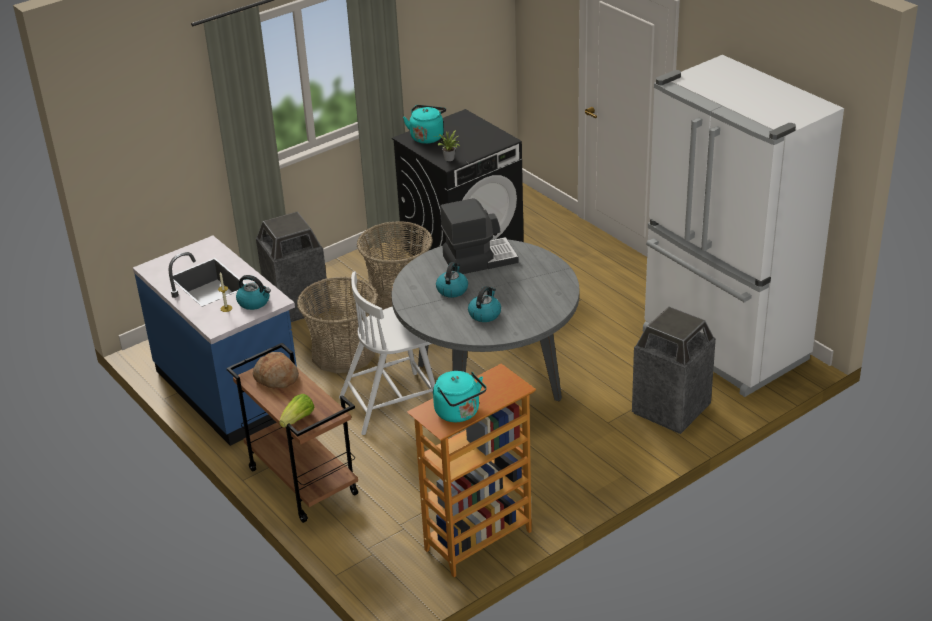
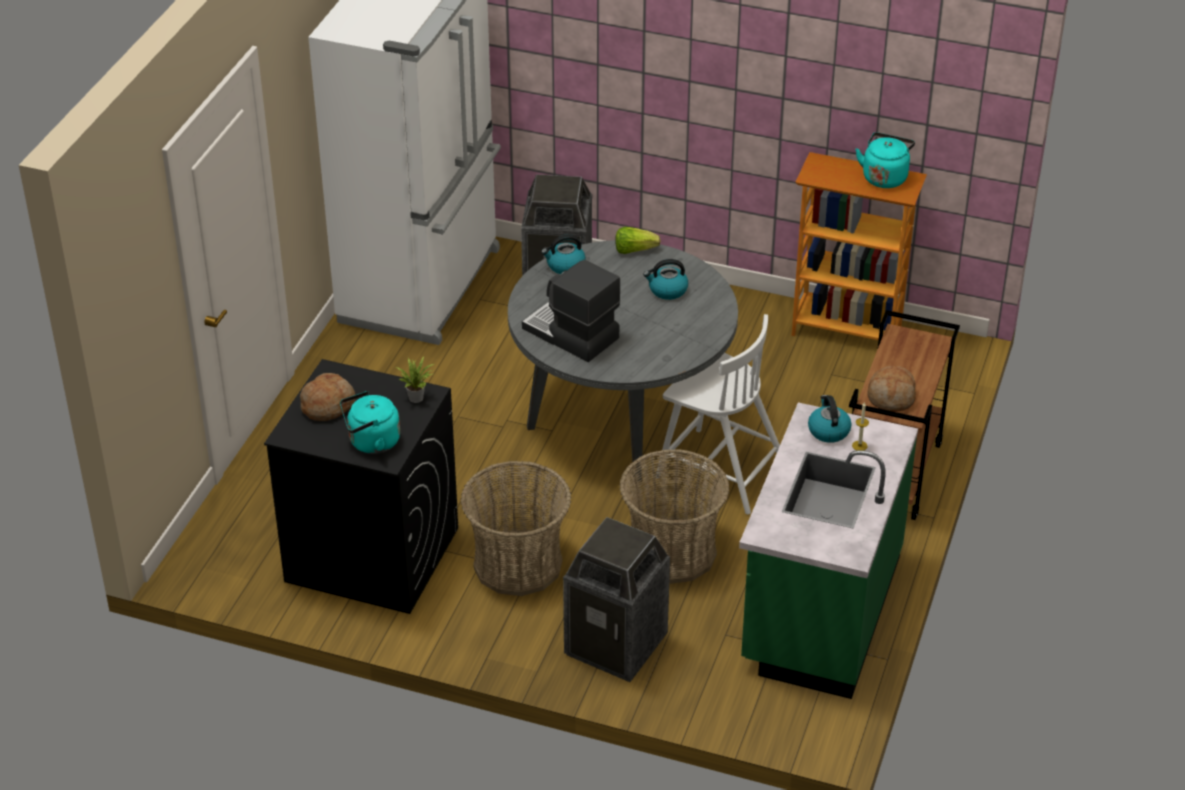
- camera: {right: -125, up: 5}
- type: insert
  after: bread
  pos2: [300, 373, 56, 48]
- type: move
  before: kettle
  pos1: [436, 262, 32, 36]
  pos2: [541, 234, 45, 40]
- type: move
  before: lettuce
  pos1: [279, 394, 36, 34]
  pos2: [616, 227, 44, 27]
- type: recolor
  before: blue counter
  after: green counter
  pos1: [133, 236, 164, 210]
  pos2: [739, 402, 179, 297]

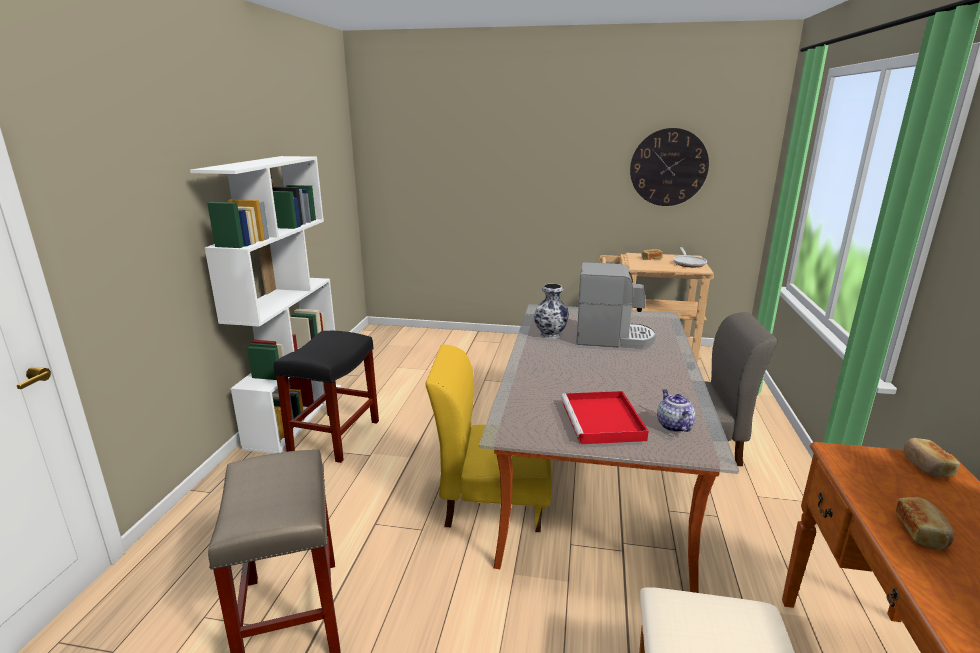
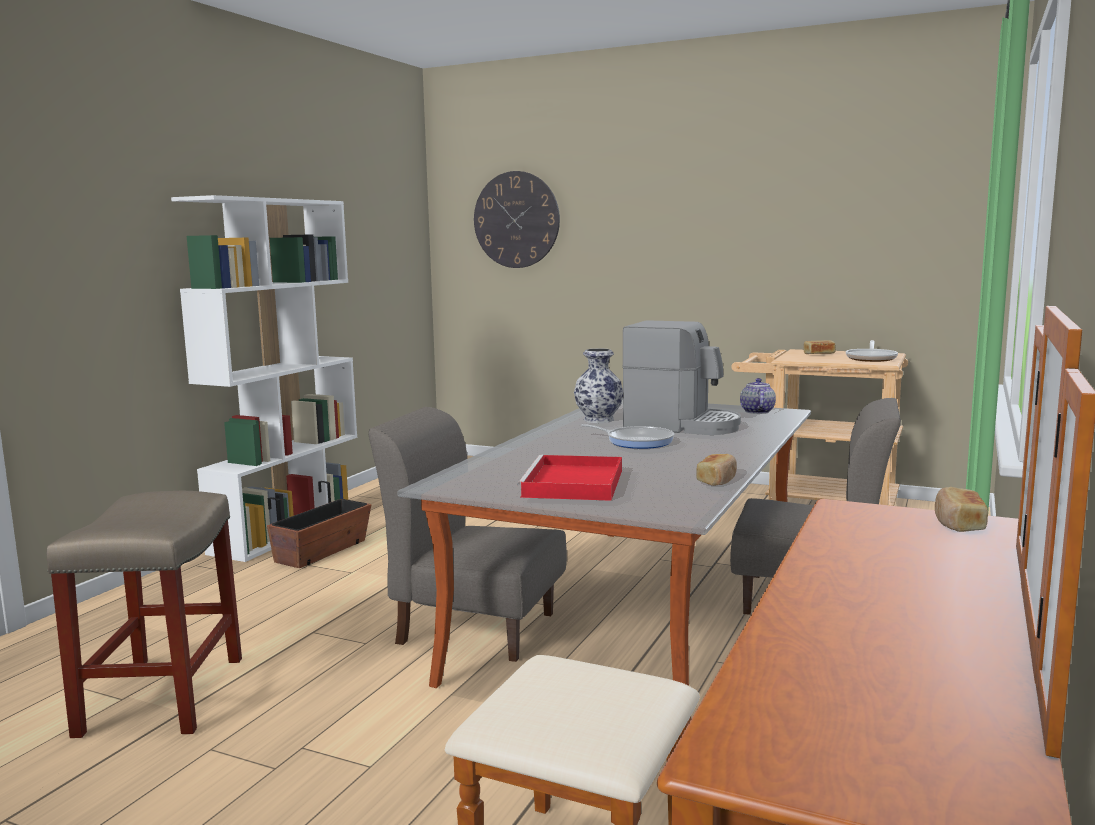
- camera: {right: 15, up: -10}
- type: replace
  before: black stool
  after: planter
  pos1: [274, 331, 105, 132]
  pos2: [267, 481, 104, 87]
- type: recolor
  before: yellow chair
  after: grey chair
  pos1: [426, 344, 126, 188]
  pos2: [369, 407, 198, 255]
- type: move
  before: wall clock
  pos1: [630, 128, 79, 78]
  pos2: [474, 171, 86, 97]
- type: insert
  after: frying pan
  pos2: [581, 424, 93, 25]
- type: move
  before: bread
  pos1: [895, 497, 59, 53]
  pos2: [696, 454, 41, 32]
- type: move
  before: teapot
  pos1: [657, 390, 38, 42]
  pos2: [740, 378, 36, 36]

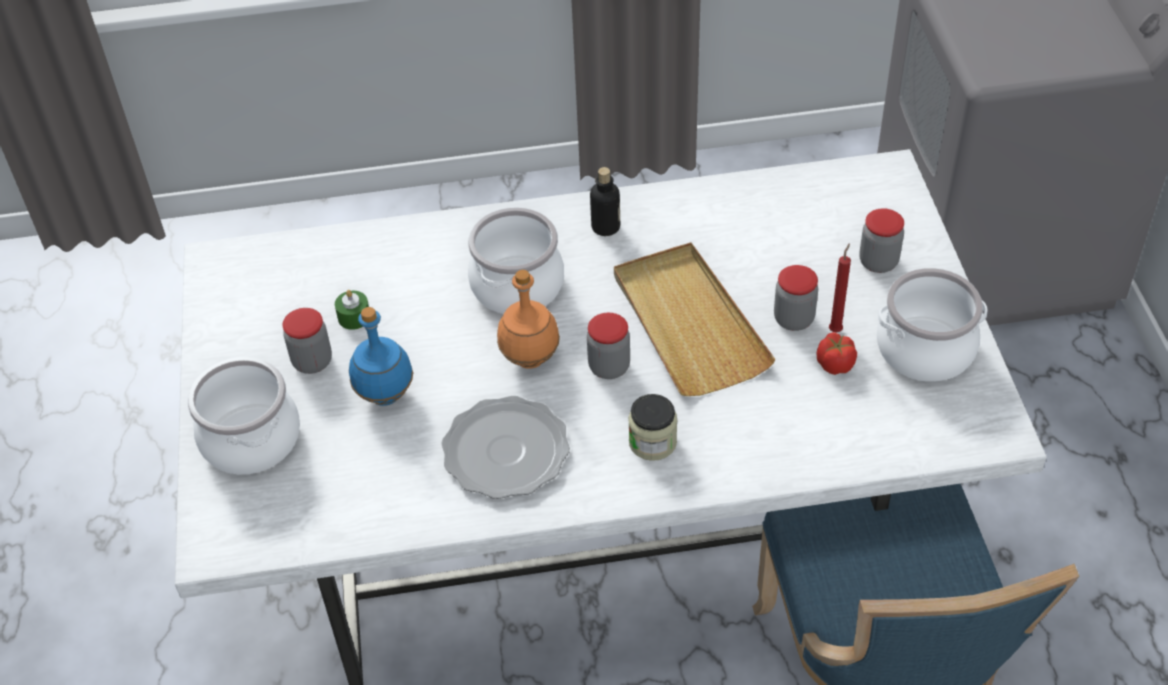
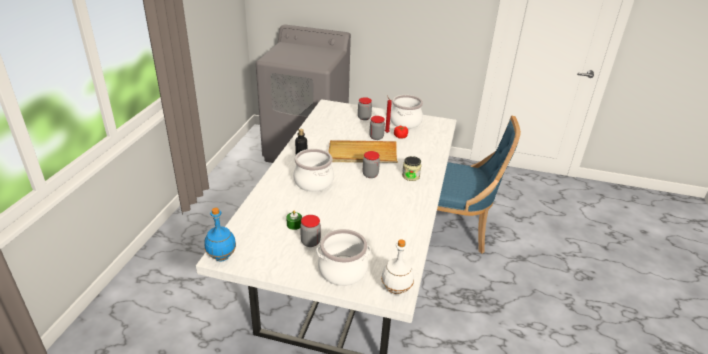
- camera: {right: -70, up: -15}
- type: move
  before: blue bottle
  pos1: [349, 307, 64, 99]
  pos2: [204, 207, 32, 54]
- type: insert
  after: white bottle
  pos2: [381, 239, 33, 56]
- type: delete
  before: plate
  pos1: [441, 396, 129, 103]
- type: delete
  before: orange bottle
  pos1: [497, 270, 63, 99]

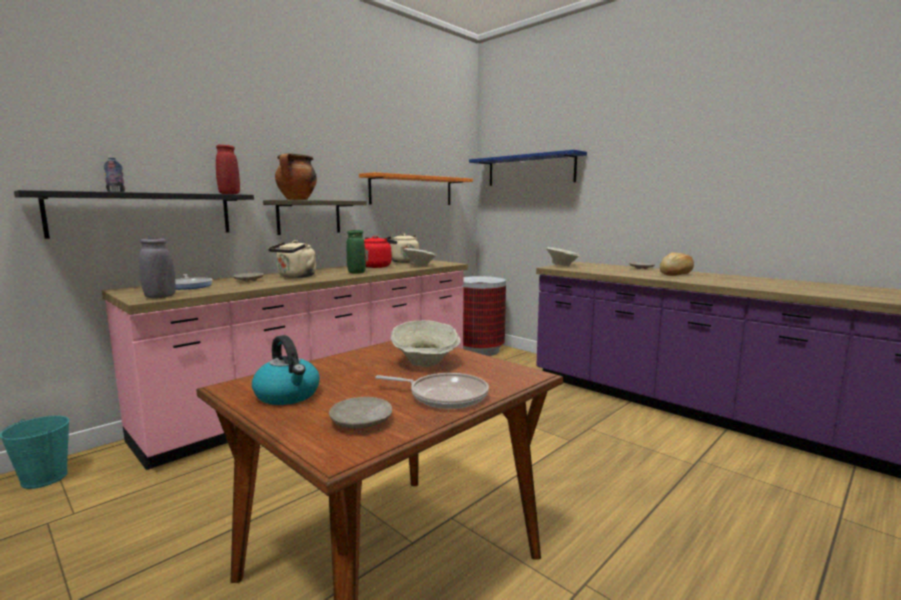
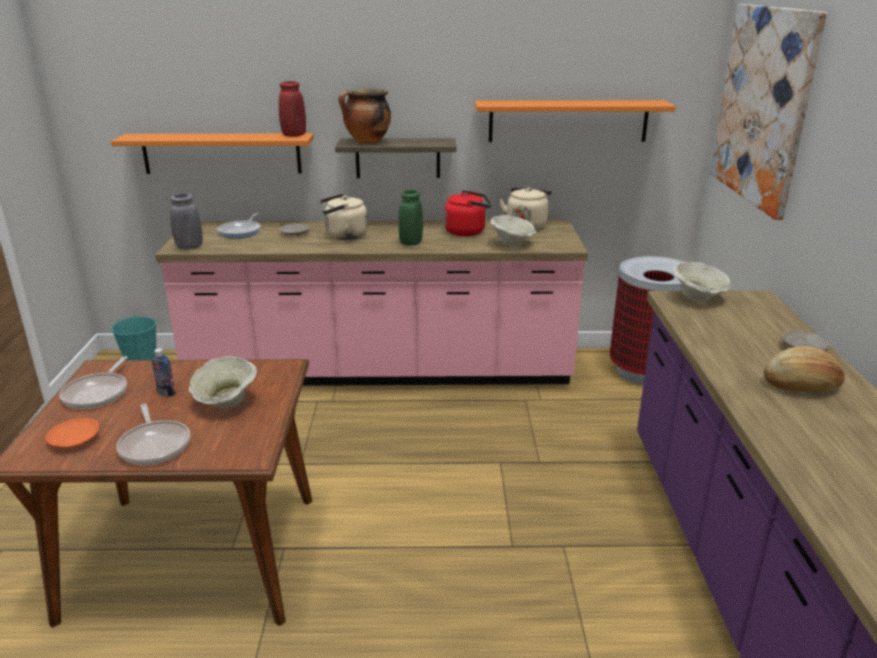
- camera: {right: 45, up: 15}
- type: recolor
  before: beige plate
  after: orange plate
  pos1: [329, 397, 63, 32]
  pos2: [46, 418, 53, 31]
- type: replace
  before: kettle
  after: frying pan
  pos1: [252, 335, 68, 70]
  pos2: [59, 356, 69, 53]
- type: recolor
  before: black shelf
  after: orange shelf
  pos1: [14, 190, 240, 49]
  pos2: [111, 133, 203, 41]
- type: move
  before: bottle
  pos1: [103, 154, 22, 38]
  pos2: [152, 348, 24, 49]
- type: replace
  before: blue shelf
  after: picture
  pos1: [469, 150, 118, 36]
  pos2: [710, 4, 117, 216]

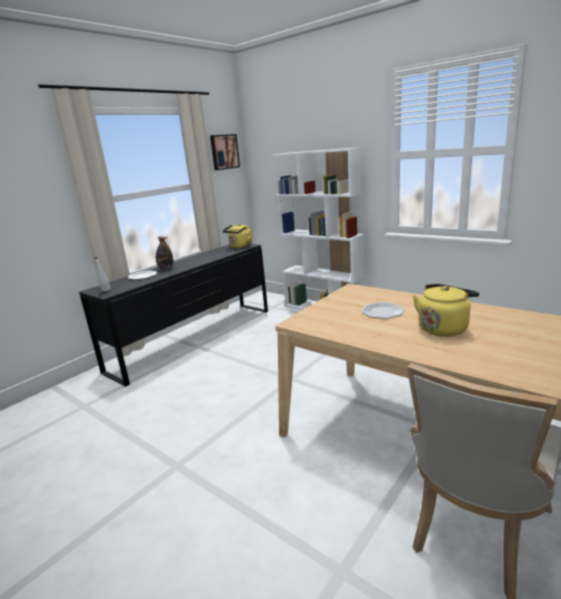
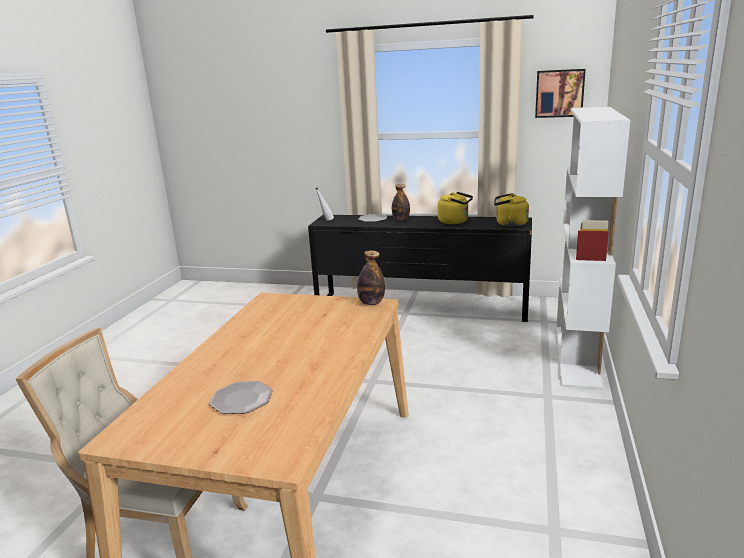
- camera: {right: 65, up: 0}
- type: move
  before: plate
  pos1: [361, 302, 44, 17]
  pos2: [209, 381, 64, 33]
- type: insert
  after: bottle
  pos2: [357, 250, 28, 55]
- type: move
  before: yellow kettle
  pos1: [413, 284, 66, 53]
  pos2: [438, 192, 35, 32]

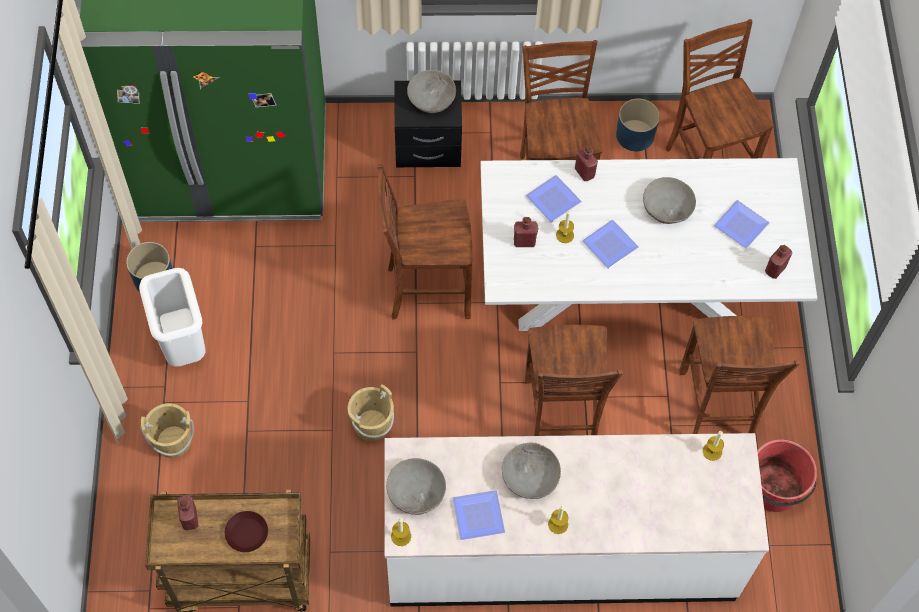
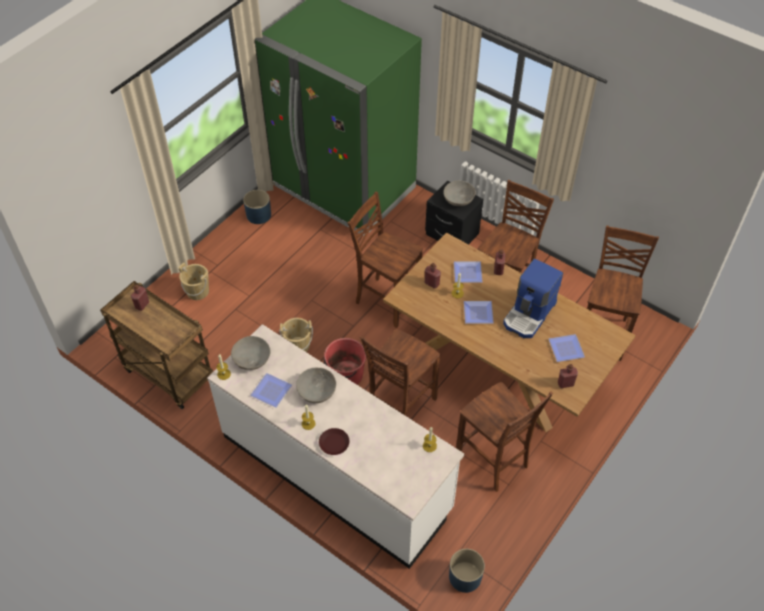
- camera: {right: 40, up: -10}
- type: move
  before: brown plate
  pos1: [225, 511, 43, 41]
  pos2: [319, 428, 30, 27]
- type: move
  before: red bucket
  pos1: [757, 439, 60, 73]
  pos2: [324, 338, 42, 46]
- type: recolor
  before: white dining table
  after: brown dining table
  pos1: [480, 158, 337, 173]
  pos2: [383, 233, 253, 199]
- type: move
  before: blue planter
  pos1: [616, 98, 44, 53]
  pos2: [449, 549, 36, 44]
- type: rotate
  before: brown chair
  pos1: [679, 316, 121, 118]
  pos2: [456, 382, 97, 110]
  turn: -75
- type: replace
  before: grey bowl
  after: coffee machine
  pos1: [643, 177, 53, 47]
  pos2: [503, 258, 60, 80]
- type: delete
  before: white trash can
  pos1: [139, 268, 67, 99]

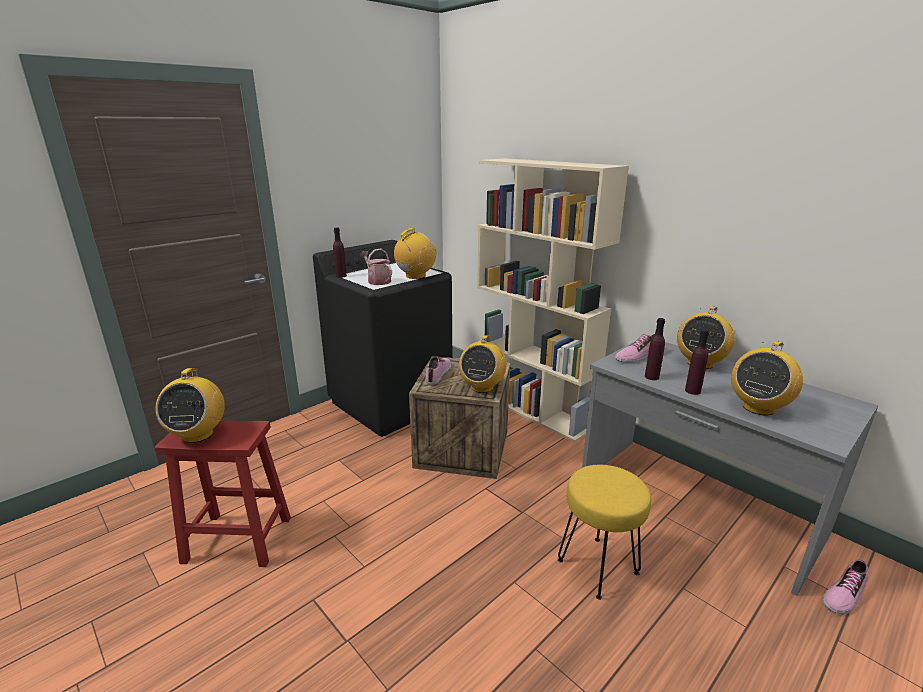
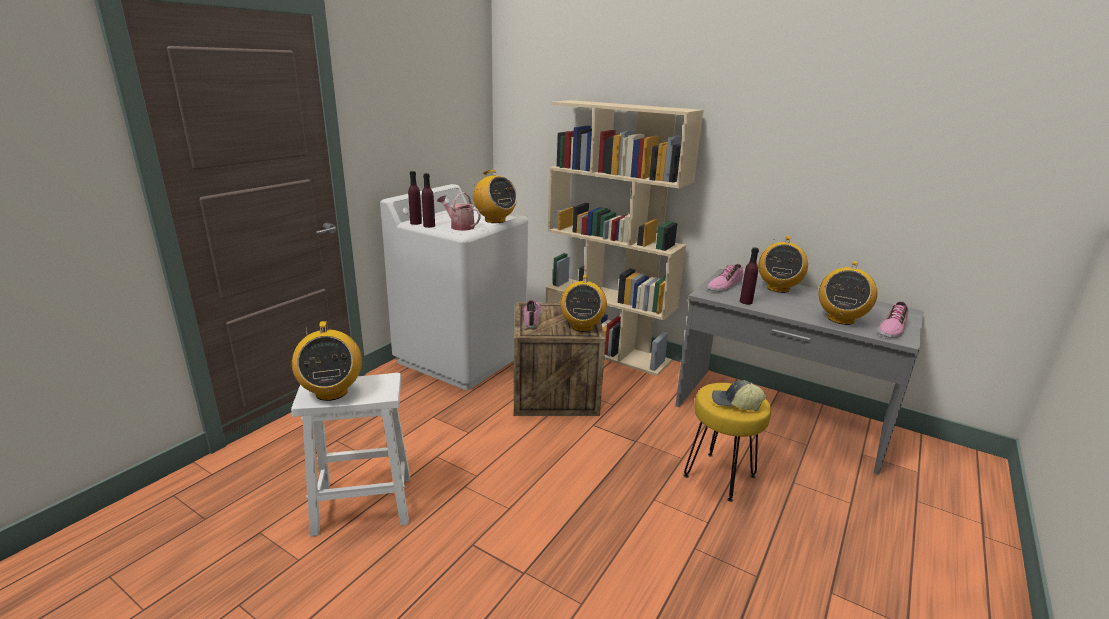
- camera: {right: -15, up: 0}
- type: recolor
  before: red stool
  after: white stool
  pos1: [155, 421, 136, 146]
  pos2: [291, 373, 119, 163]
- type: recolor
  before: black washing machine
  after: white washing machine
  pos1: [313, 240, 139, 197]
  pos2: [380, 184, 148, 206]
- type: move
  before: purple bottle
  pos1: [685, 329, 24, 66]
  pos2: [422, 173, 13, 55]
- type: rotate
  before: radio
  pos1: [394, 228, 43, 51]
  pos2: [471, 170, 46, 53]
  turn: 105
- type: insert
  after: cap
  pos2: [712, 380, 54, 31]
- type: move
  before: shoe
  pos1: [823, 560, 46, 54]
  pos2: [877, 301, 31, 37]

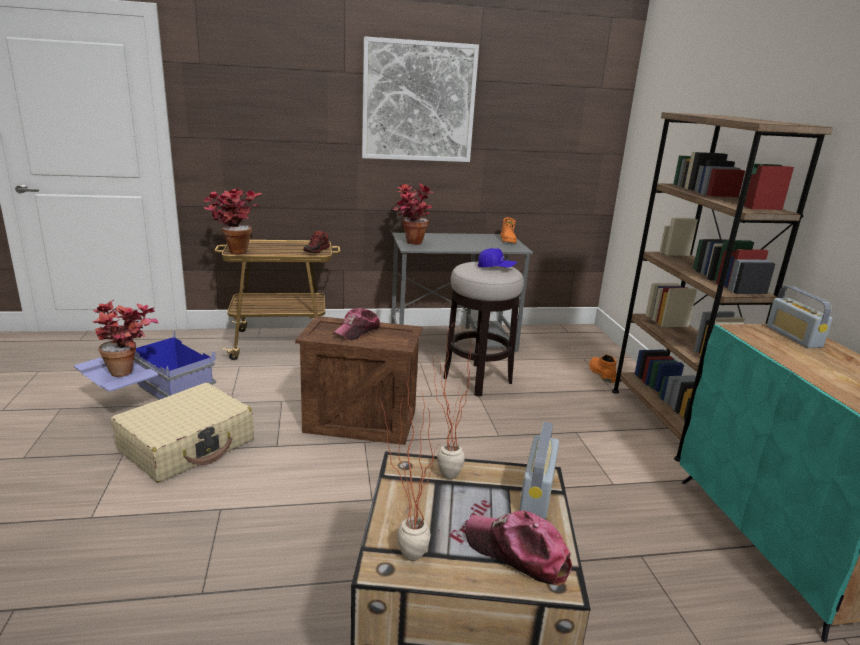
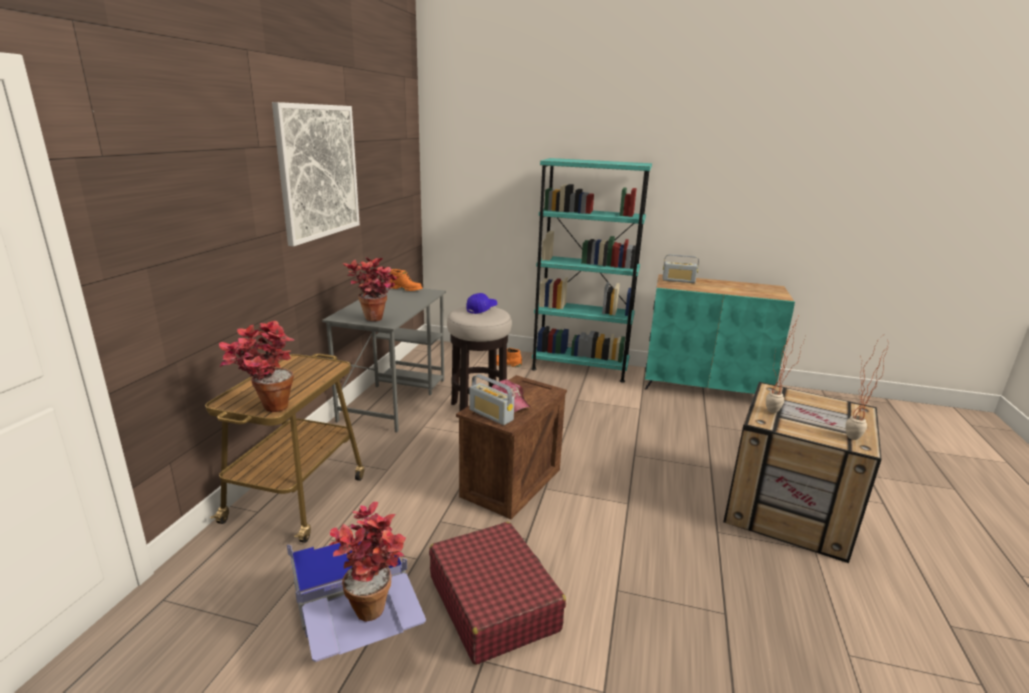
- camera: {right: -65, up: 0}
- type: recolor
  before: beige suitcase
  after: red suitcase
  pos1: [111, 383, 143, 99]
  pos2: [429, 522, 137, 143]
- type: move
  before: radio
  pos1: [519, 422, 40, 97]
  pos2: [470, 374, 44, 51]
- type: recolor
  before: brown bookcase
  after: turquoise bookcase
  pos1: [612, 112, 221, 350]
  pos2: [531, 158, 121, 225]
- type: delete
  before: shoe
  pos1: [303, 231, 27, 22]
- type: delete
  before: cap
  pos1: [465, 510, 107, 76]

